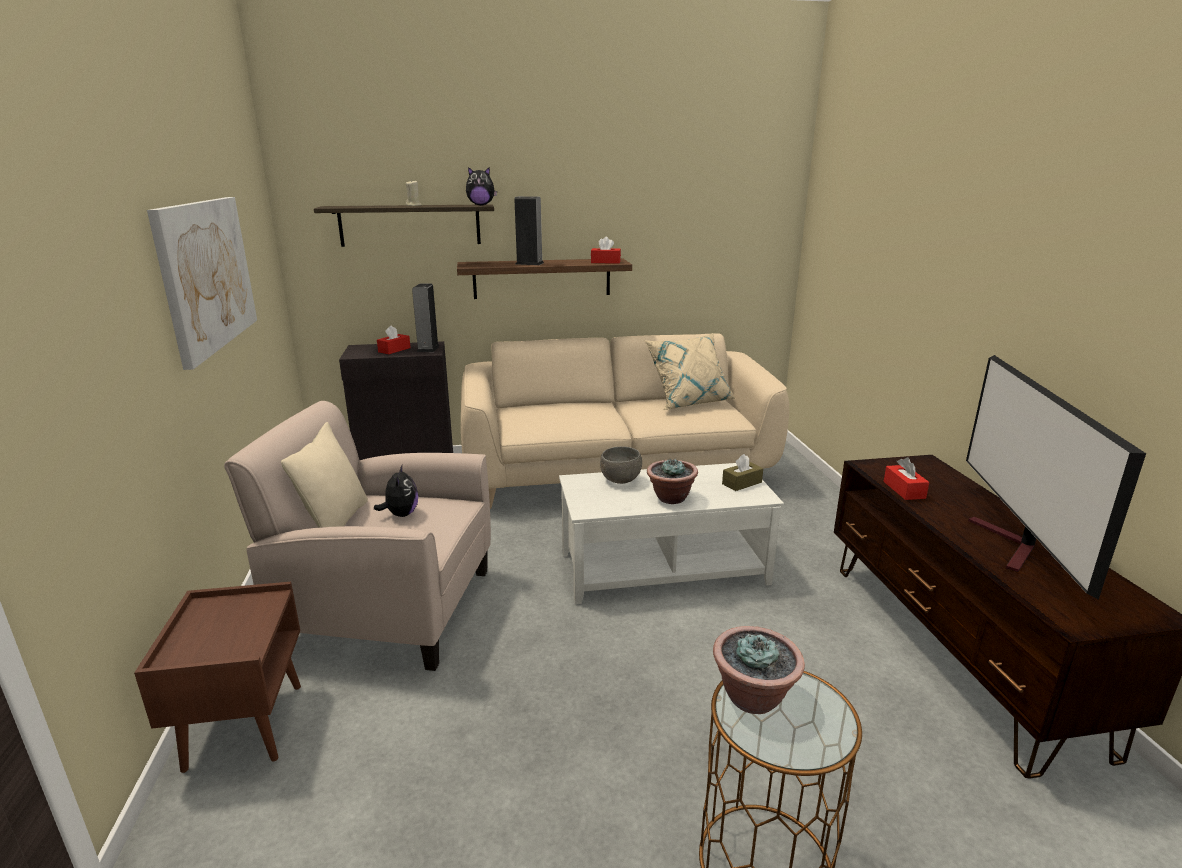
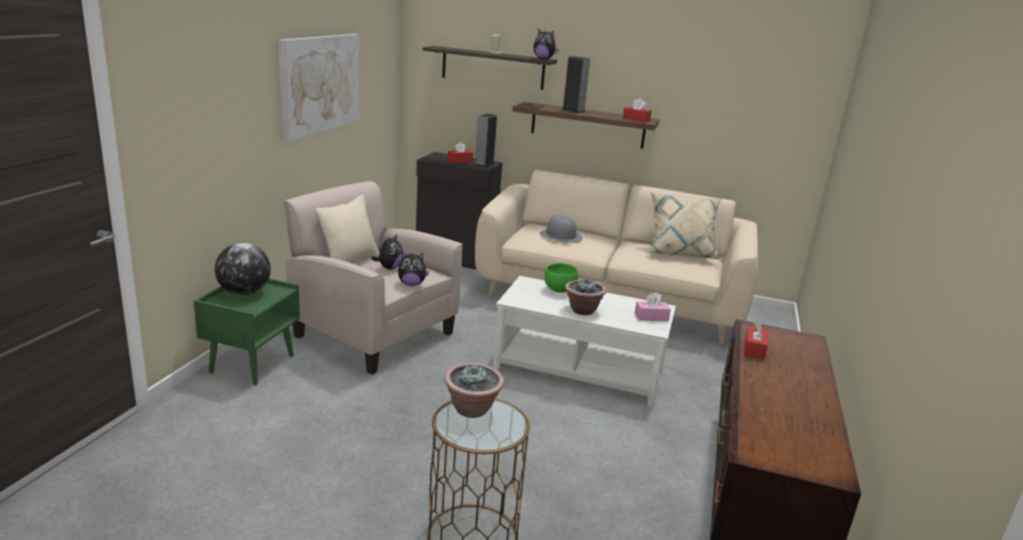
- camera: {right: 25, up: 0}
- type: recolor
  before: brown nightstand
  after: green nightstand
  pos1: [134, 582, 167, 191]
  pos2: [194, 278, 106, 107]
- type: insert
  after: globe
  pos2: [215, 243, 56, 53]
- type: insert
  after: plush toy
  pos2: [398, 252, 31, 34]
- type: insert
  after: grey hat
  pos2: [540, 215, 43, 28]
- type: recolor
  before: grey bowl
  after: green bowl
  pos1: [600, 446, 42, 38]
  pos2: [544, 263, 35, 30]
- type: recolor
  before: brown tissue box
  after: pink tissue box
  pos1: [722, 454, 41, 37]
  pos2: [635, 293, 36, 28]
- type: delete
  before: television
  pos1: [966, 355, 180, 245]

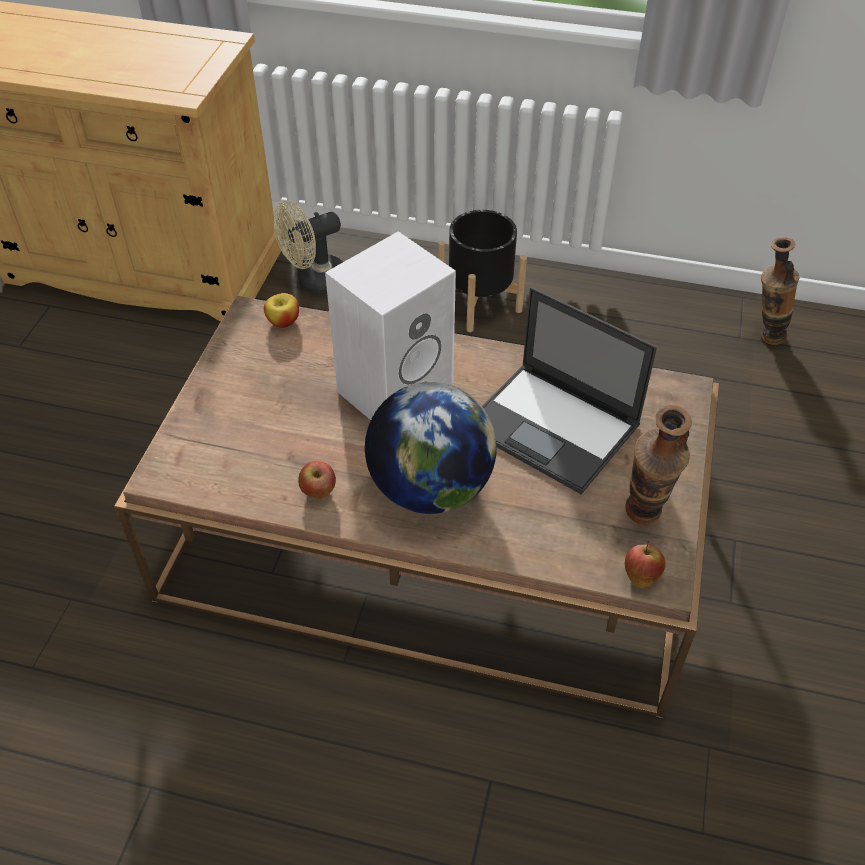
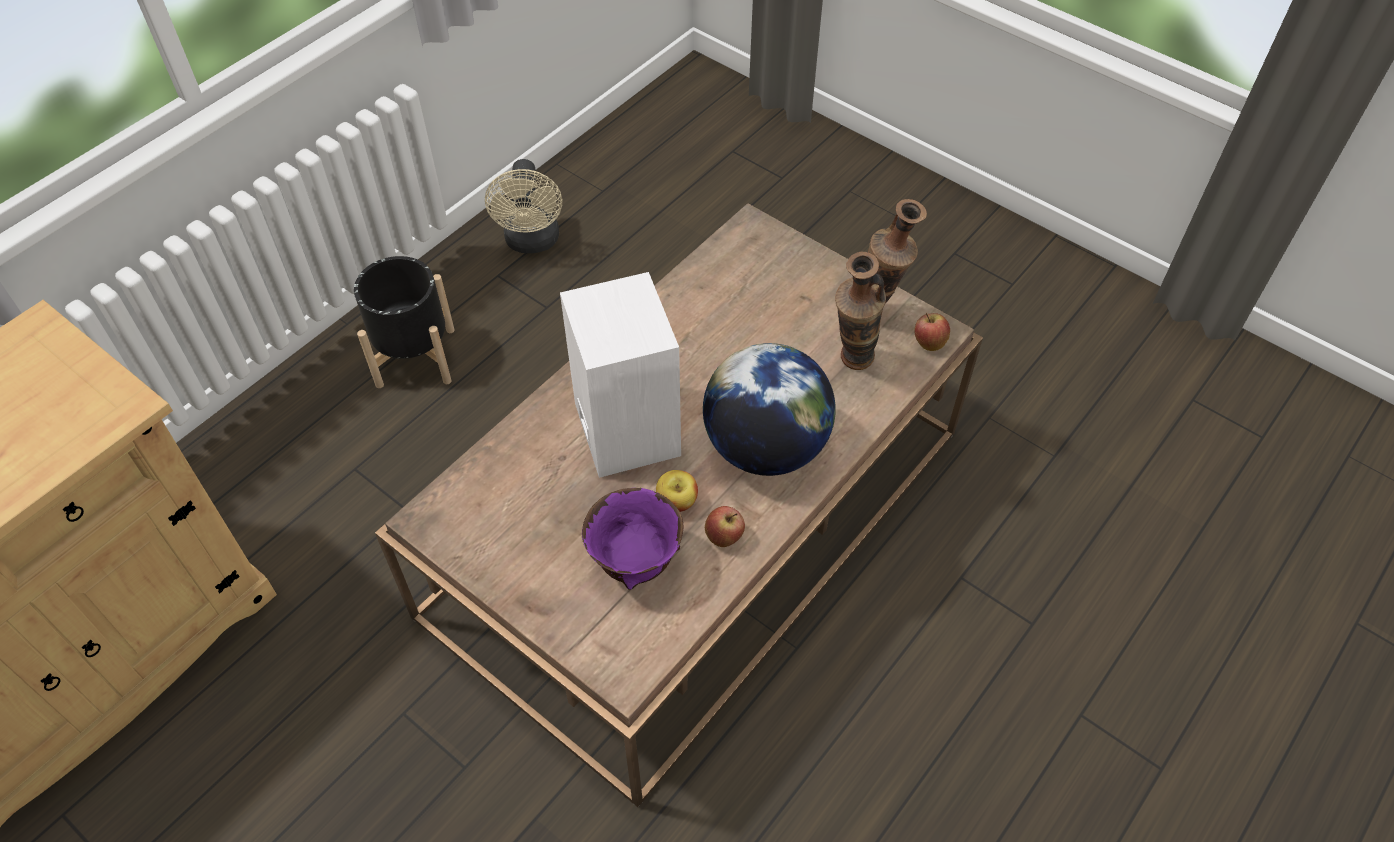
- camera: {right: -65, up: 5}
- type: move
  before: beige fan
  pos1: [274, 201, 69, 94]
  pos2: [485, 159, 77, 94]
- type: insert
  after: purple bowl
  pos2: [582, 488, 102, 102]
- type: move
  before: apple
  pos1: [264, 293, 35, 35]
  pos2: [656, 470, 42, 42]
- type: move
  before: vase
  pos1: [761, 237, 38, 108]
  pos2: [835, 252, 51, 118]
- type: delete
  before: laptop
  pos1: [482, 287, 175, 207]

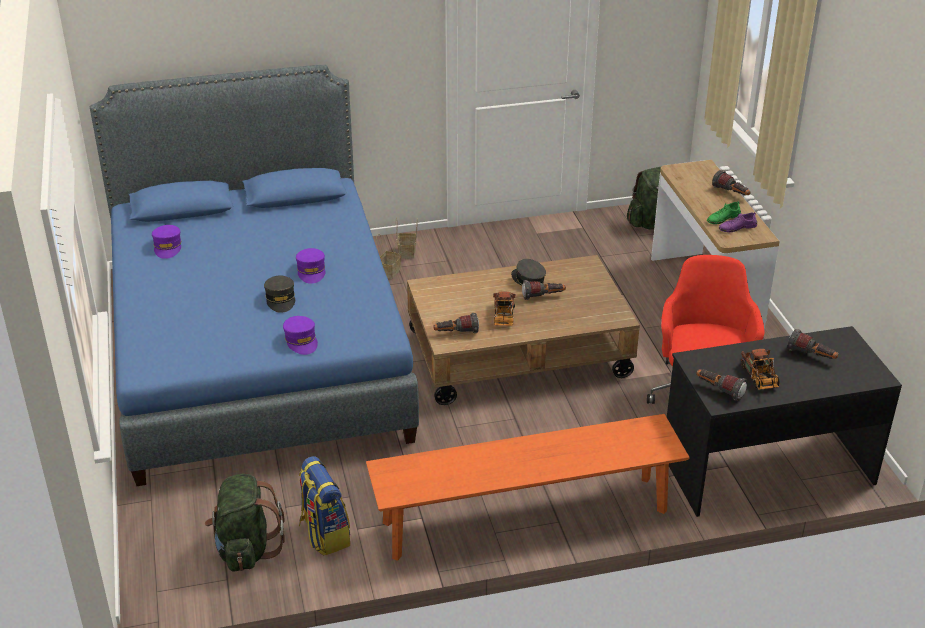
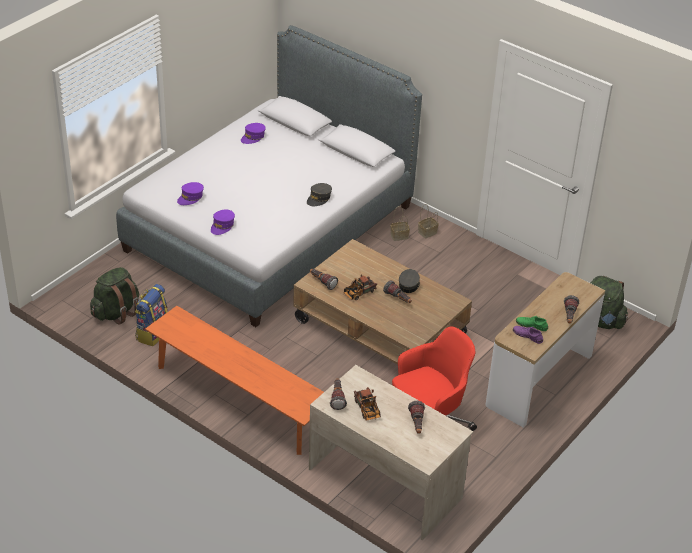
- camera: {right: 50, up: 5}
- type: recolor
  before: blue bed
  after: grey bed
  pos1: [90, 65, 329, 421]
  pos2: [116, 25, 306, 302]
- type: move
  before: purple cap
  pos1: [296, 248, 29, 36]
  pos2: [177, 182, 27, 23]
- type: move
  before: grey cap
  pos1: [264, 276, 31, 37]
  pos2: [307, 183, 25, 23]
- type: recolor
  before: black desk
  after: beige desk
  pos1: [667, 326, 235, 191]
  pos2: [309, 365, 164, 176]
- type: rotate
  before: toy truck
  pos1: [741, 349, 39, 41]
  pos2: [354, 387, 27, 34]
  turn: -60

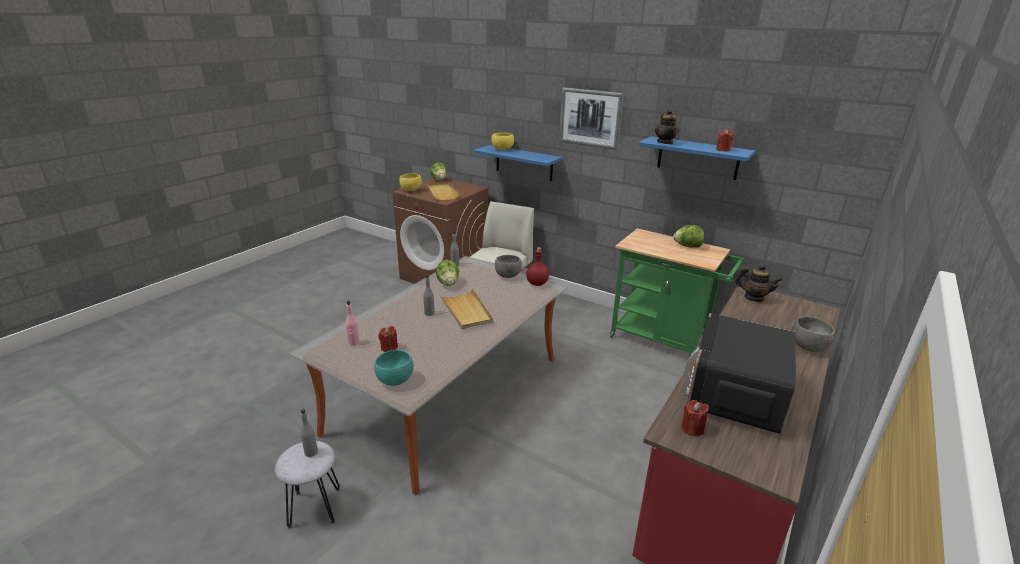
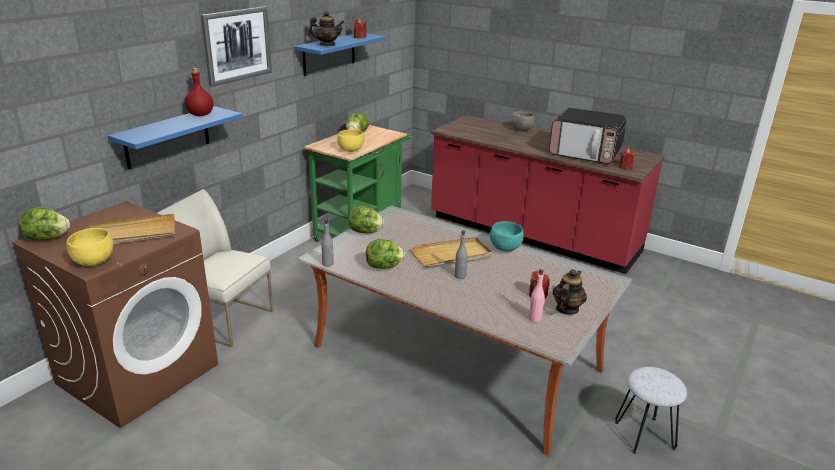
- camera: {right: -90, up: 0}
- type: move
  before: red bottle
  pos1: [526, 247, 23, 39]
  pos2: [185, 68, 28, 48]
- type: move
  before: yellow bowl
  pos1: [491, 133, 23, 17]
  pos2: [337, 129, 27, 23]
- type: replace
  before: grey bowl
  after: lettuce
  pos1: [495, 255, 27, 23]
  pos2: [349, 206, 35, 27]
- type: move
  before: turquoise bowl
  pos1: [374, 350, 40, 36]
  pos2: [490, 221, 34, 30]
- type: move
  before: teapot
  pos1: [735, 264, 47, 38]
  pos2: [553, 269, 34, 46]
- type: delete
  before: grey bottle
  pos1: [301, 409, 17, 48]

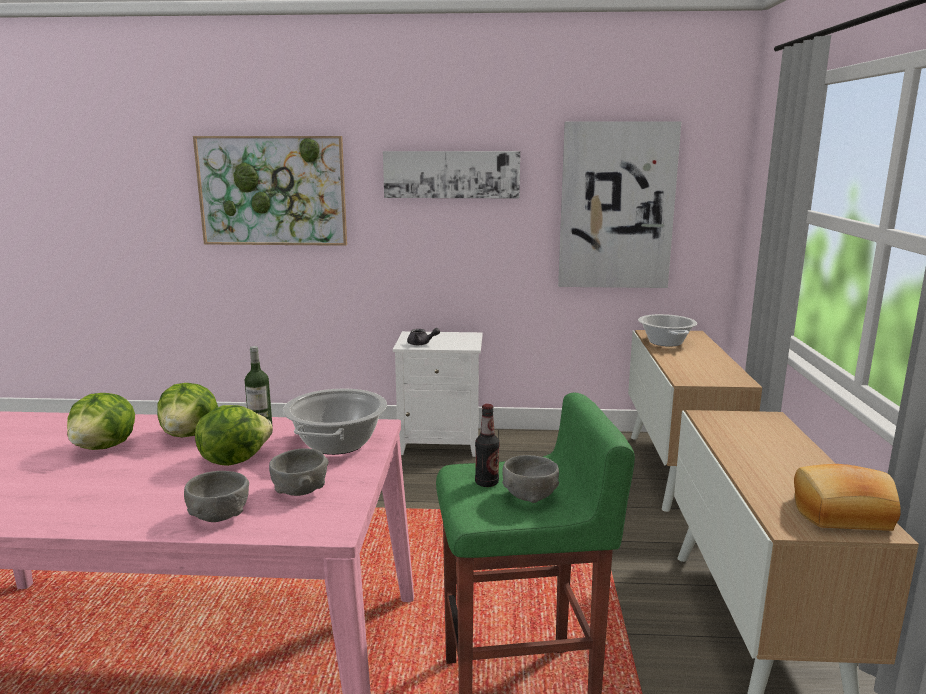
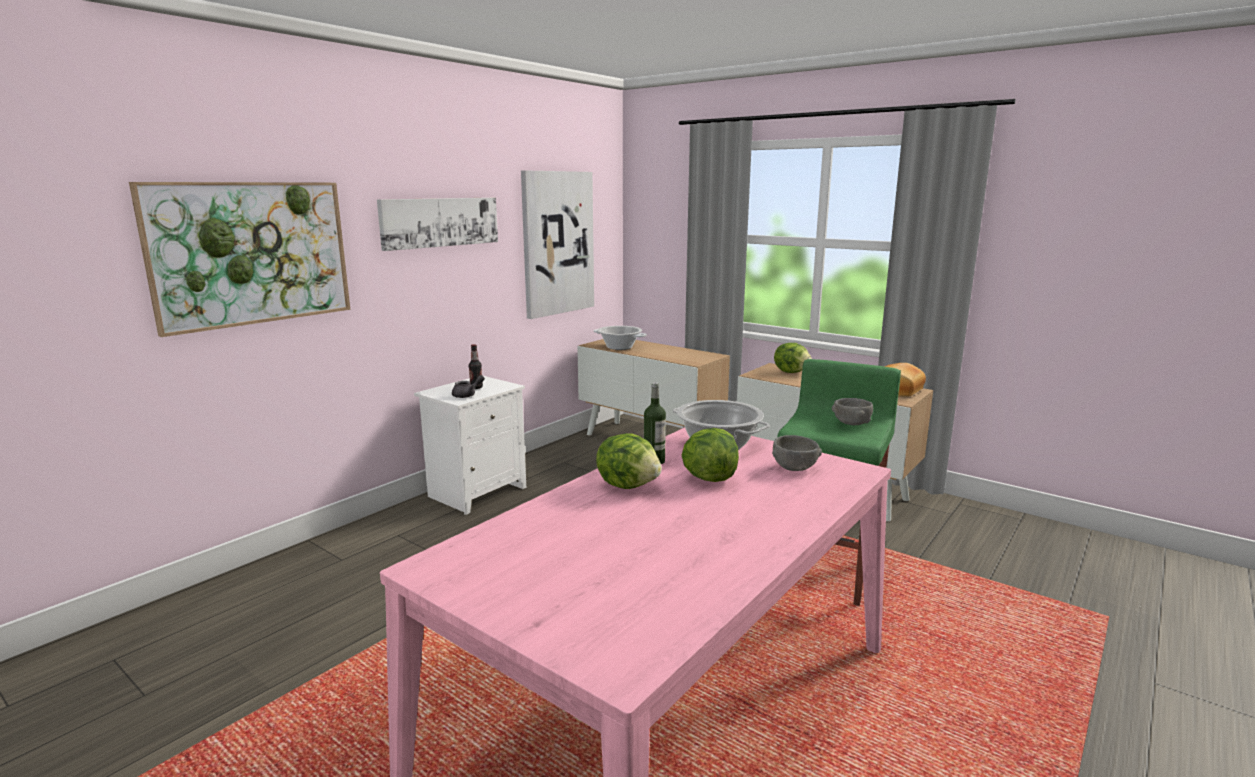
- camera: {right: -55, up: 0}
- type: move
  before: bottle
  pos1: [475, 404, 24, 83]
  pos2: [469, 344, 14, 45]
- type: move
  before: lettuce
  pos1: [67, 393, 68, 57]
  pos2: [774, 343, 38, 30]
- type: delete
  before: grey bowl
  pos1: [184, 471, 65, 51]

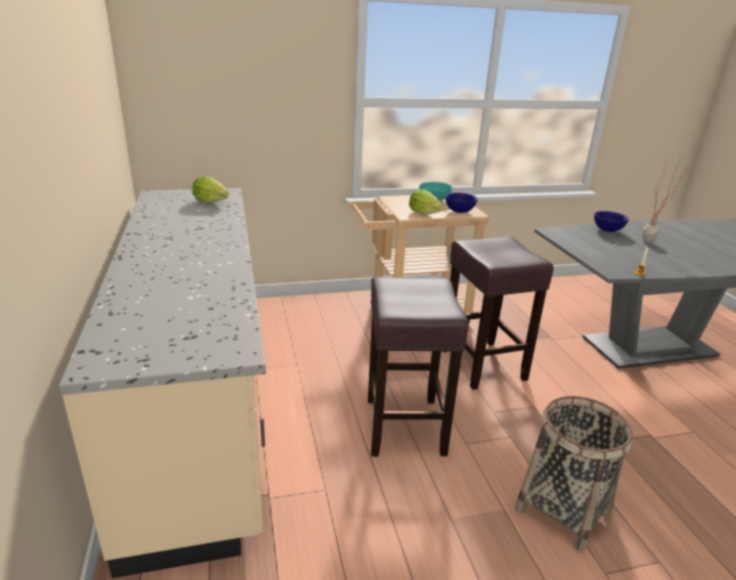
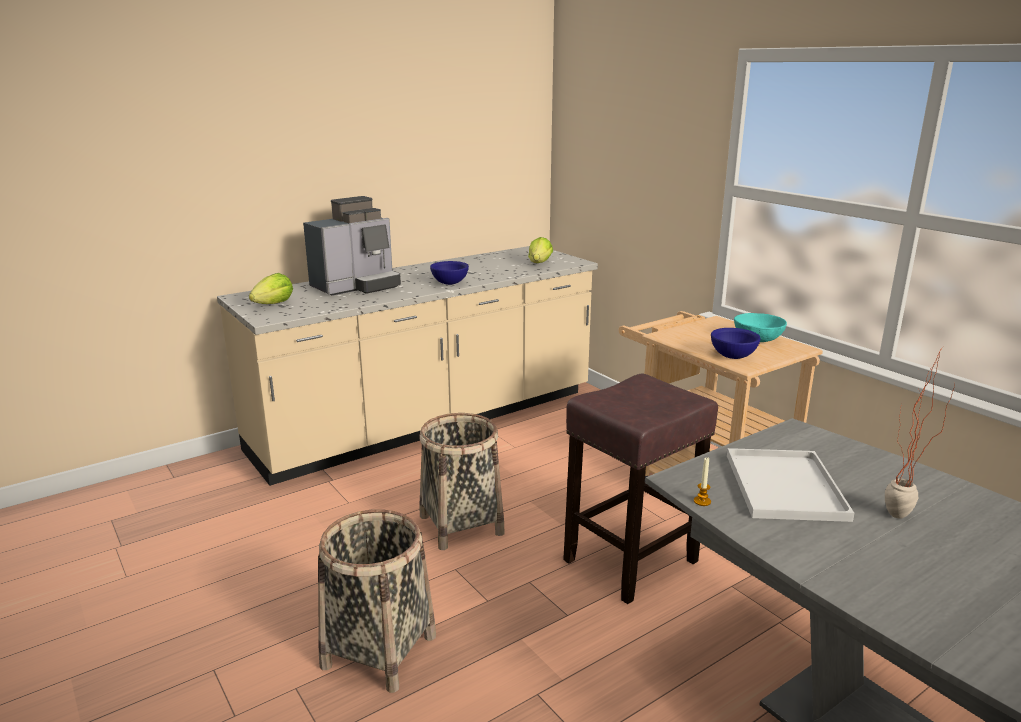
- camera: {right: 70, up: -5}
- type: move
  before: lettuce
  pos1: [409, 189, 34, 25]
  pos2: [249, 273, 44, 31]
- type: insert
  after: coffee machine
  pos2: [303, 196, 98, 100]
- type: replace
  before: brown stool
  after: basket
  pos1: [368, 277, 101, 179]
  pos2: [419, 413, 86, 137]
- type: move
  before: blue bowl
  pos1: [594, 211, 35, 21]
  pos2: [430, 261, 39, 24]
- type: insert
  after: white tray
  pos2: [727, 448, 127, 74]

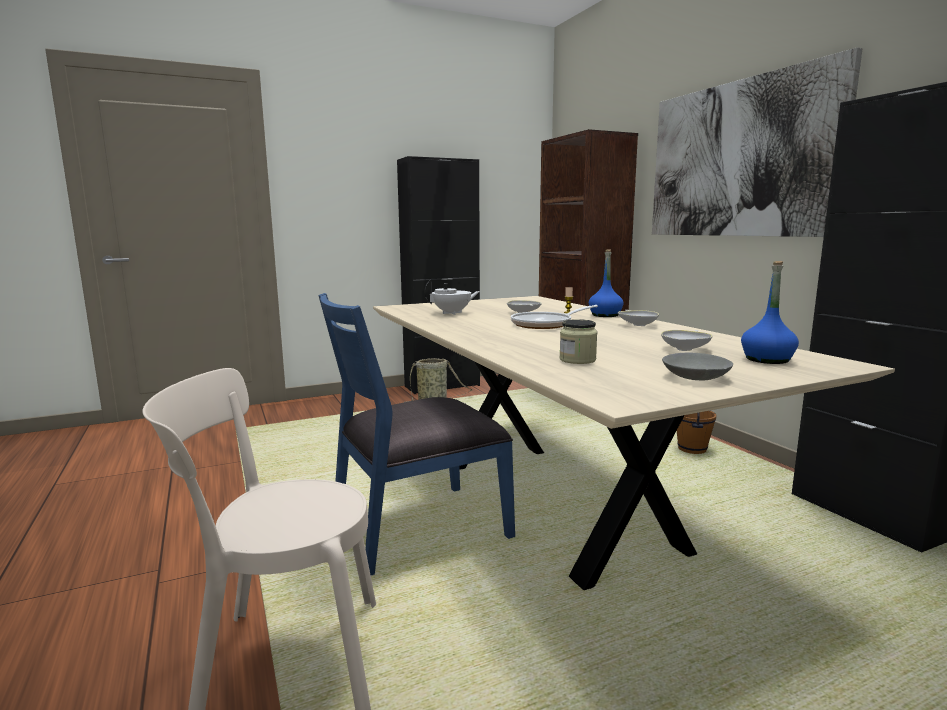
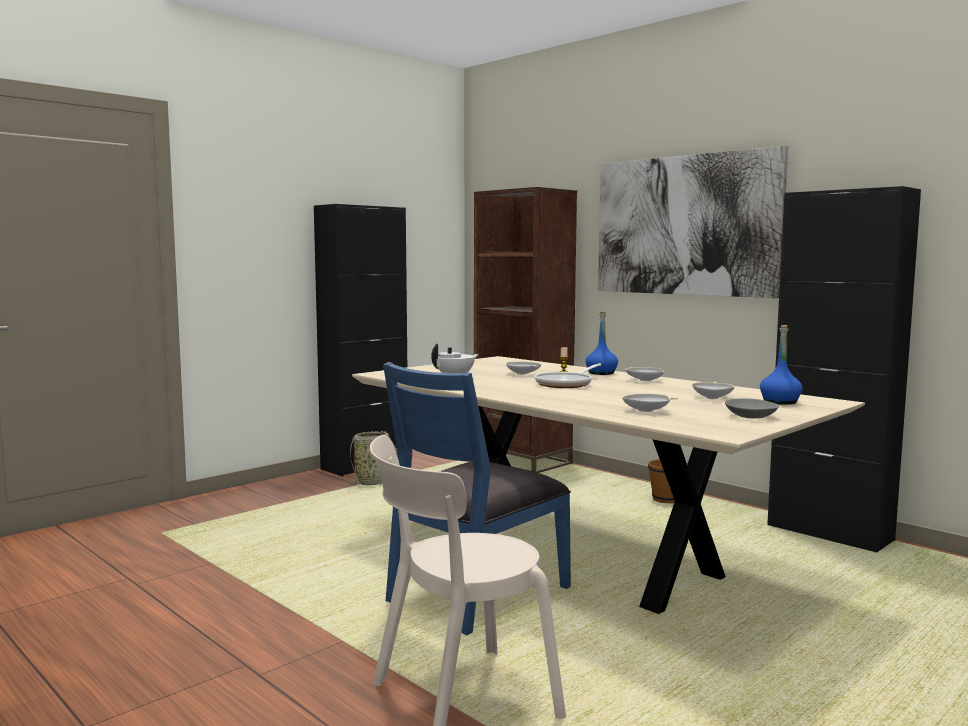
- camera: {right: -20, up: -5}
- type: replace
  before: jar
  after: white bowl
  pos1: [559, 319, 38, 45]
  pos2: [622, 394, 56, 18]

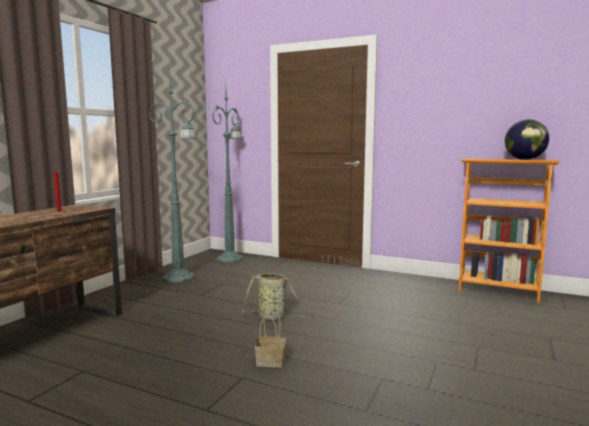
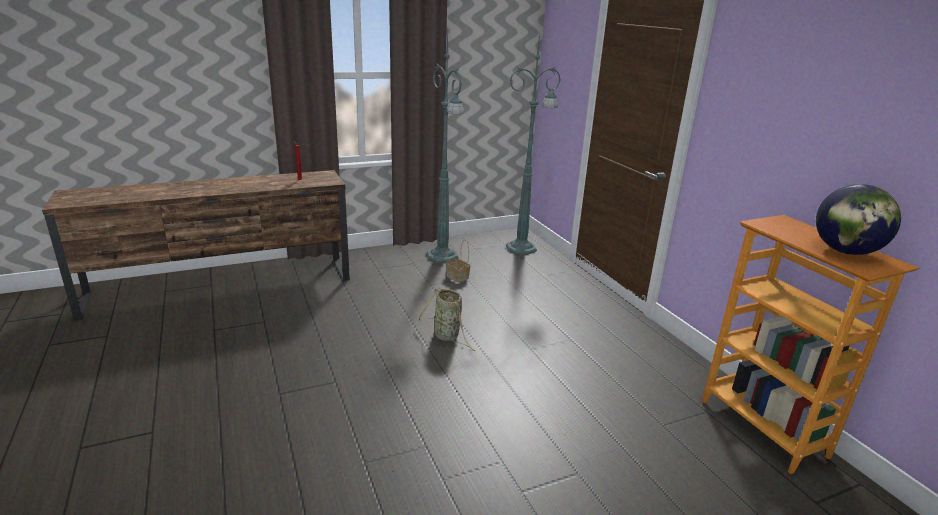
- camera: {right: 40, up: 15}
- type: move
  before: basket
  pos1: [255, 306, 31, 62]
  pos2: [446, 240, 24, 43]

